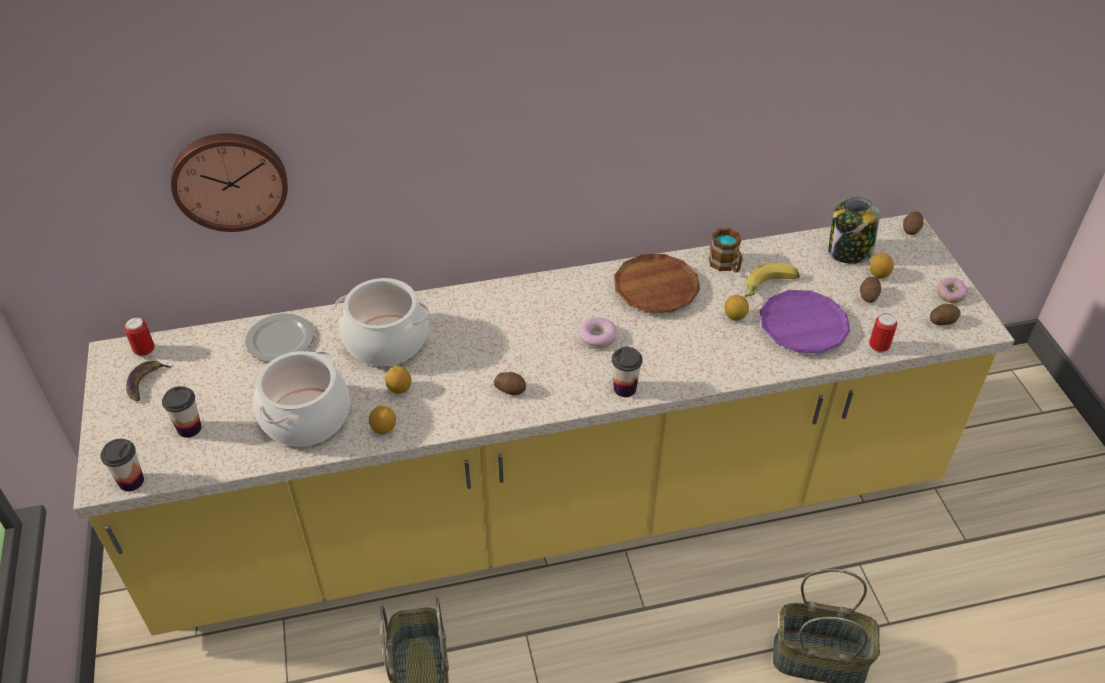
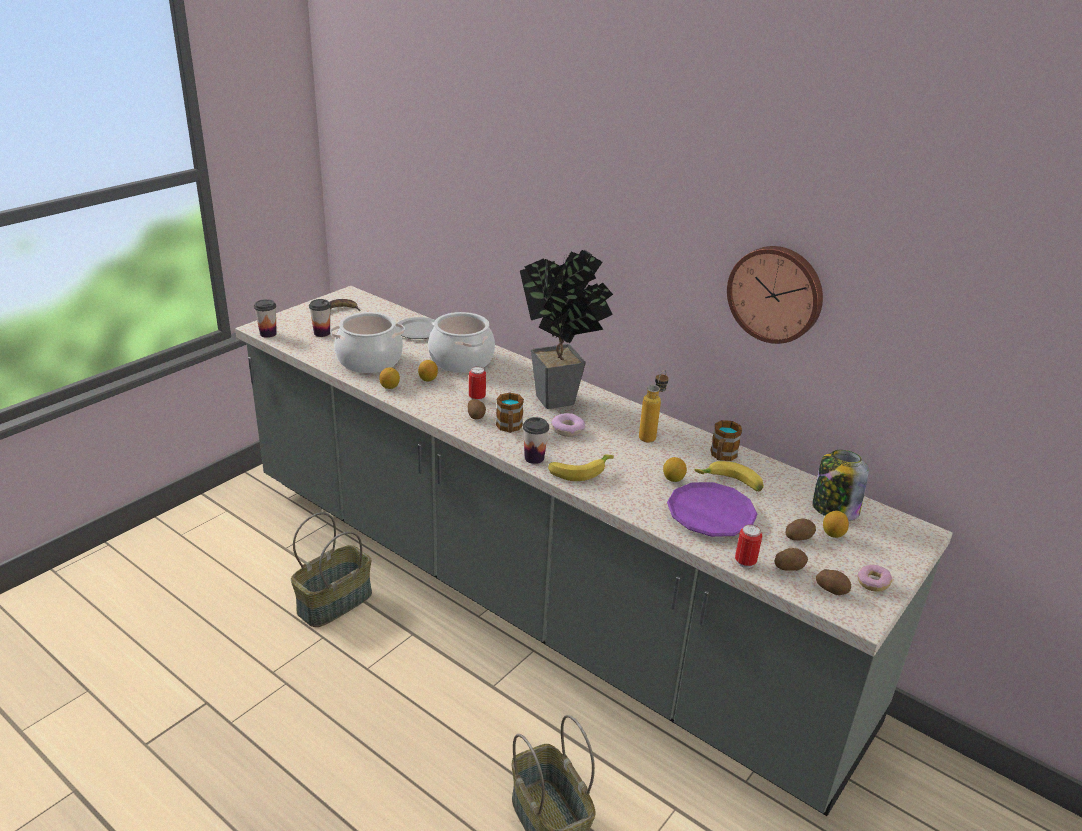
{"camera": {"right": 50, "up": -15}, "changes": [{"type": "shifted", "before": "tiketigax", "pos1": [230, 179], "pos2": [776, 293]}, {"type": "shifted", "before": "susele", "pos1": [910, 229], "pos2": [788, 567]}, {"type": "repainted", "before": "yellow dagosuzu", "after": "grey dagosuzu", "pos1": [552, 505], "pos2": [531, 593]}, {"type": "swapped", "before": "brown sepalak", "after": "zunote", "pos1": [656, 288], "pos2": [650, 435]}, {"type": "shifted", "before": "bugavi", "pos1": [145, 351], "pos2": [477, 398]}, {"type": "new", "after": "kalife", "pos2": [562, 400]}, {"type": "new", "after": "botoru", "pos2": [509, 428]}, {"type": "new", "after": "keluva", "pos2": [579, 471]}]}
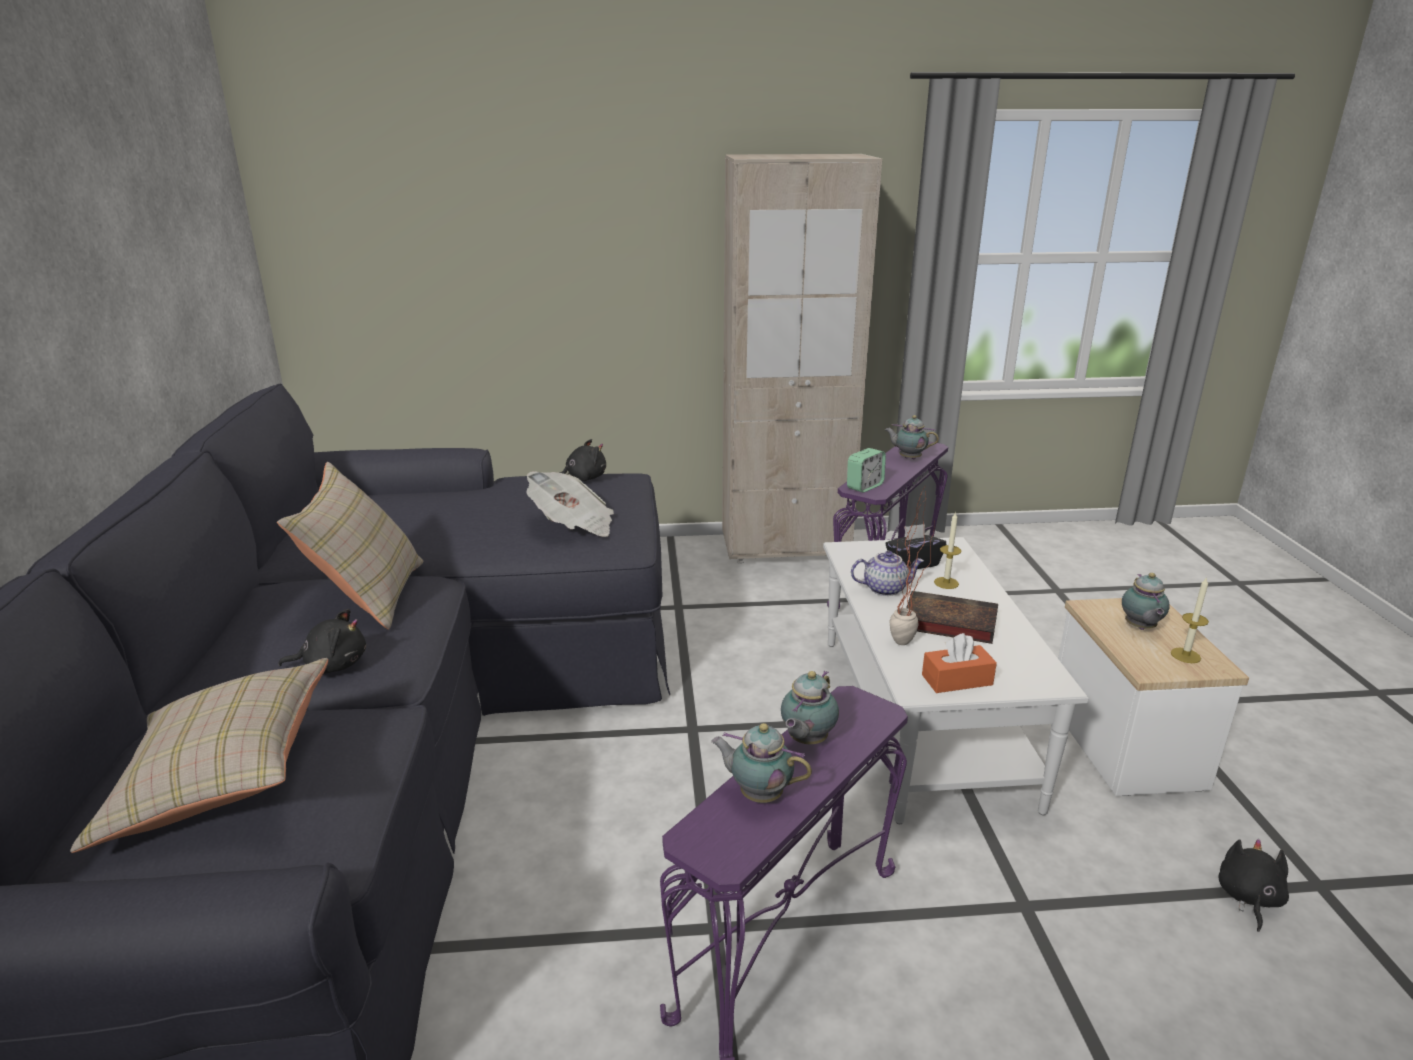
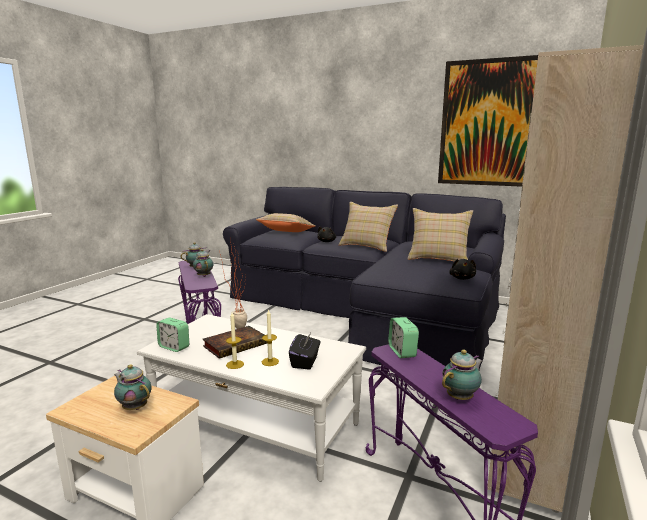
{"camera": {"right": 120, "up": -10}, "changes": [{"type": "gone", "before": "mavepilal", "pos1": [573, 525]}, {"type": "gone", "before": "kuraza", "pos1": [885, 588]}, {"type": "shifted", "before": "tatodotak", "pos1": [1185, 655], "pos2": [235, 364]}, {"type": "gone", "before": "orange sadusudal", "pos1": [957, 680]}, {"type": "gone", "before": "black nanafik", "pos1": [1248, 898]}, {"type": "new", "after": "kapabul", "pos2": [489, 123]}, {"type": "new", "after": "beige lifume", "pos2": [438, 259]}, {"type": "new", "after": "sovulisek", "pos2": [174, 347]}]}
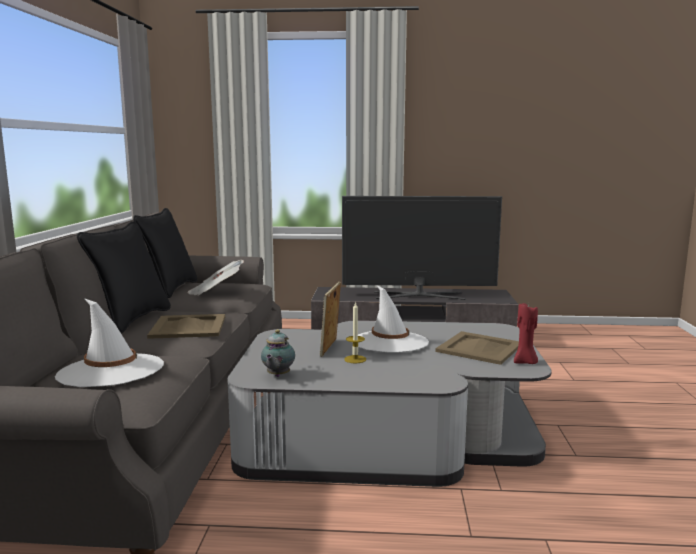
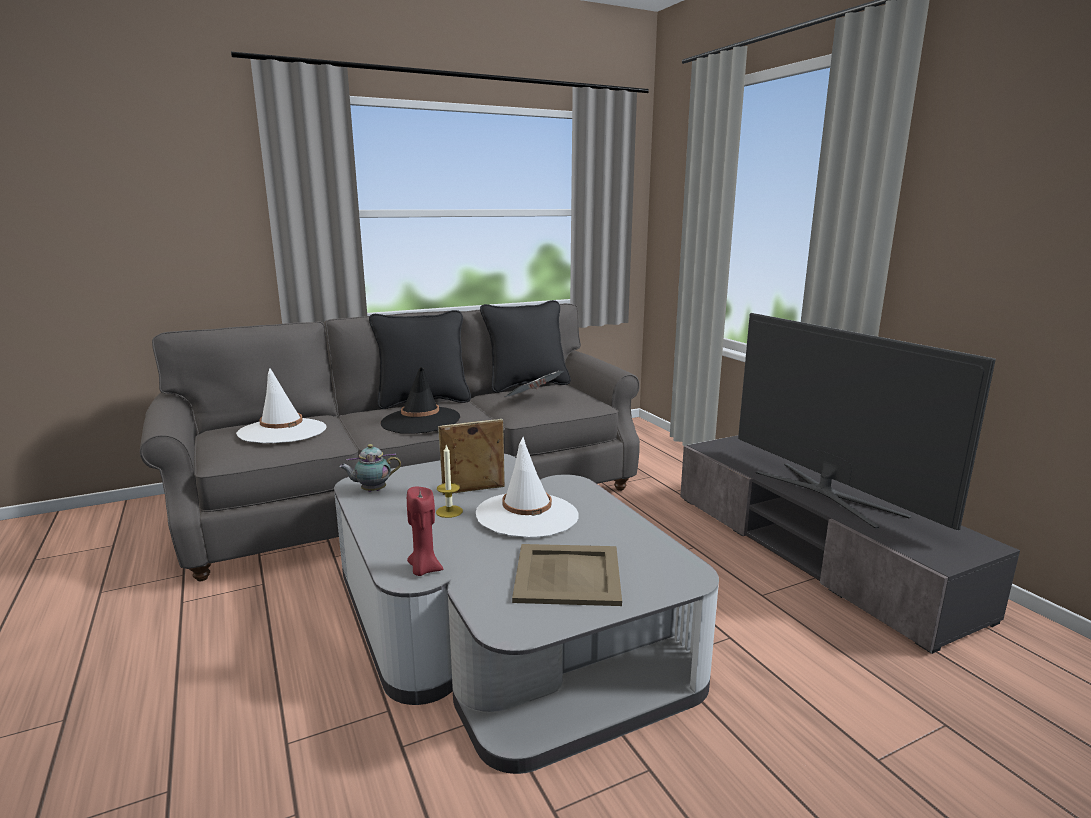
{"camera": {"right": 60, "up": 5}, "changes": [{"type": "shifted", "before": "red tatodotak", "pos1": [525, 362], "pos2": [424, 569]}, {"type": "swapped", "before": "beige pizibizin", "after": "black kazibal", "pos1": [188, 327], "pos2": [420, 421]}]}
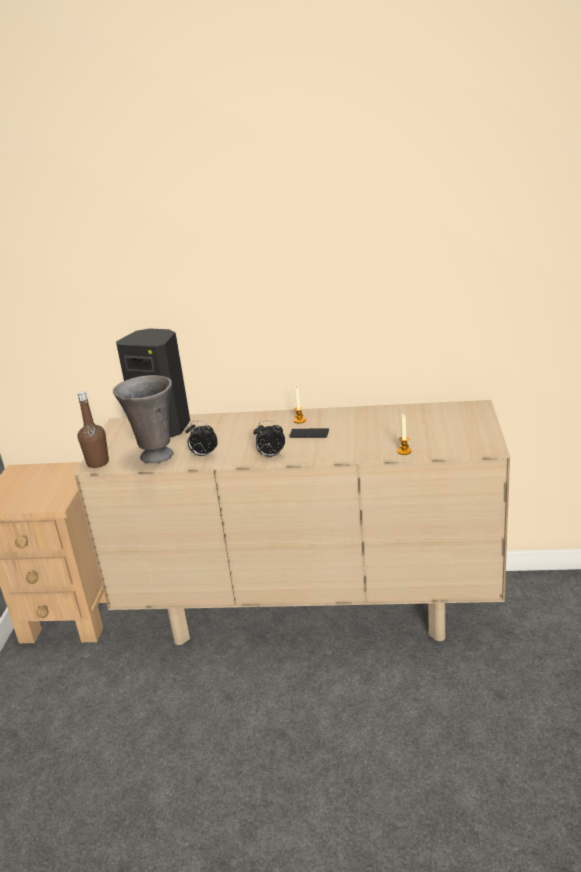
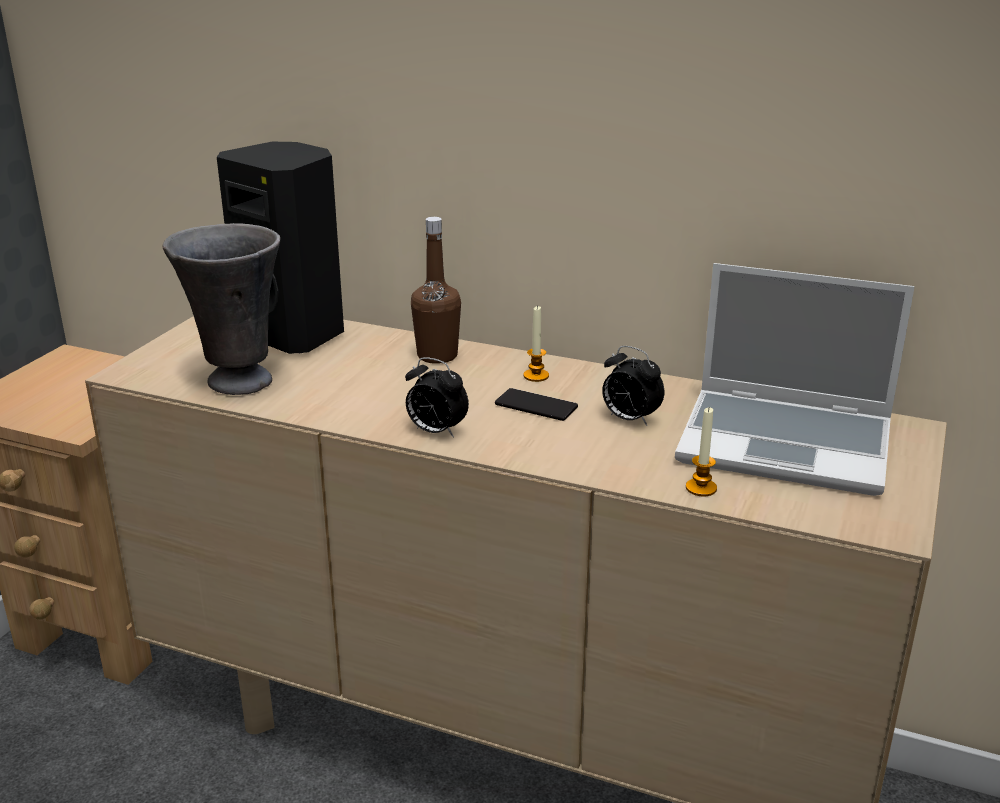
{"camera": {"right": 15, "up": 0}, "changes": [{"type": "shifted", "before": "brown zunote", "pos1": [98, 463], "pos2": [437, 356]}, {"type": "shifted", "before": "sovulisek", "pos1": [203, 455], "pos2": [629, 419]}, {"type": "new", "after": "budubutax", "pos2": [788, 444]}]}
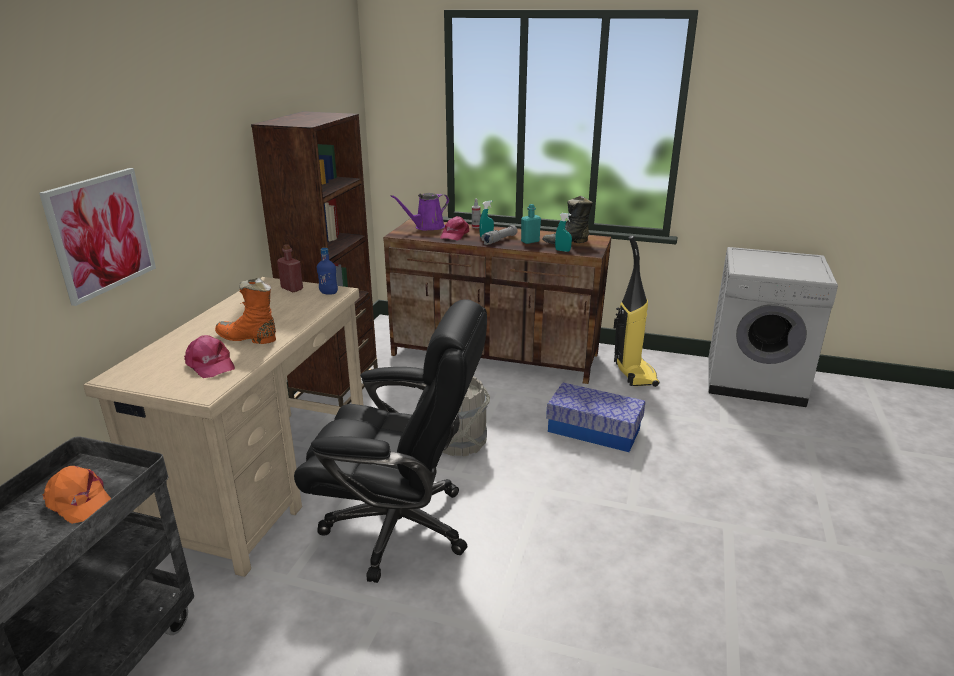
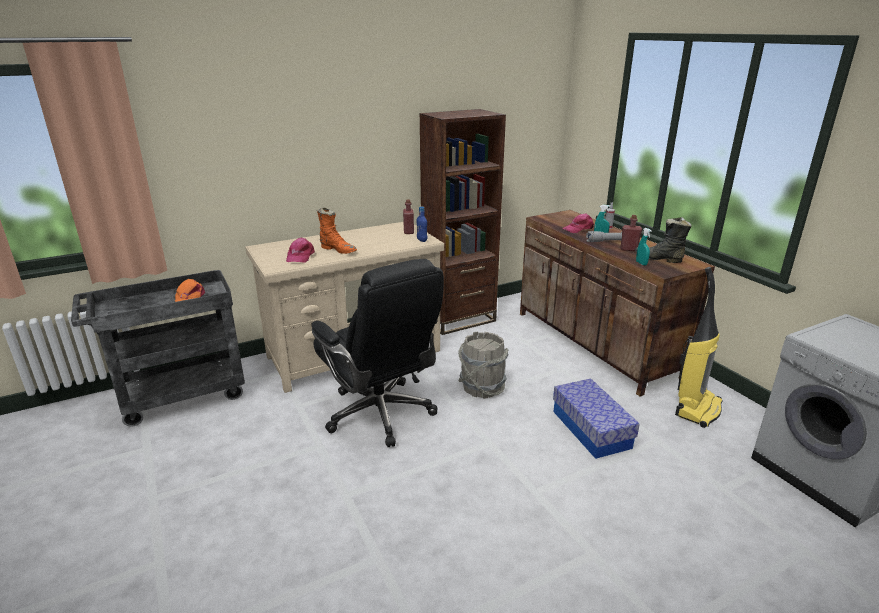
{"camera": {"right": 45, "up": 0}, "changes": [{"type": "gone", "before": "kapabul", "pos1": [101, 234]}, {"type": "gone", "before": "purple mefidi", "pos1": [427, 227]}, {"type": "repainted", "before": "turquoise zunote", "after": "red zunote", "pos1": [530, 241], "pos2": [629, 249]}, {"type": "rotated", "before": "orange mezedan", "pos1": [247, 338], "pos2": [338, 250], "turn": 150}]}
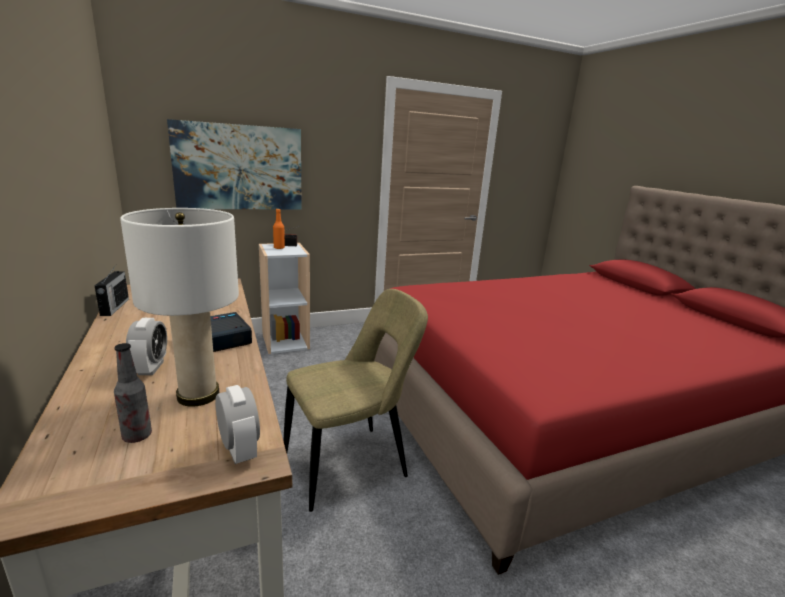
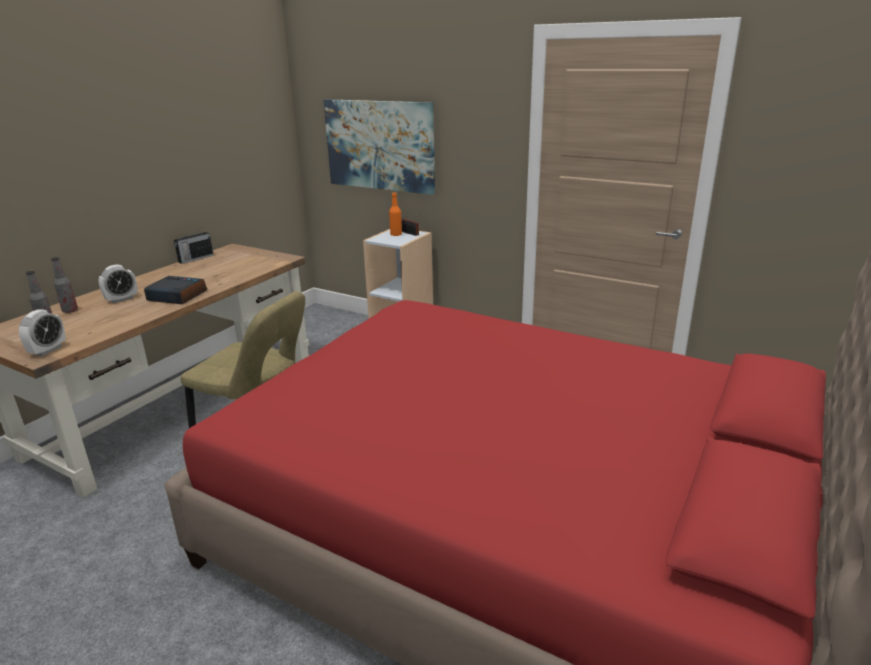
{"camera": {"right": 55, "up": 5}, "changes": [{"type": "gone", "before": "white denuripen", "pos1": [197, 395]}, {"type": "new", "after": "zunote", "pos2": [70, 311]}]}
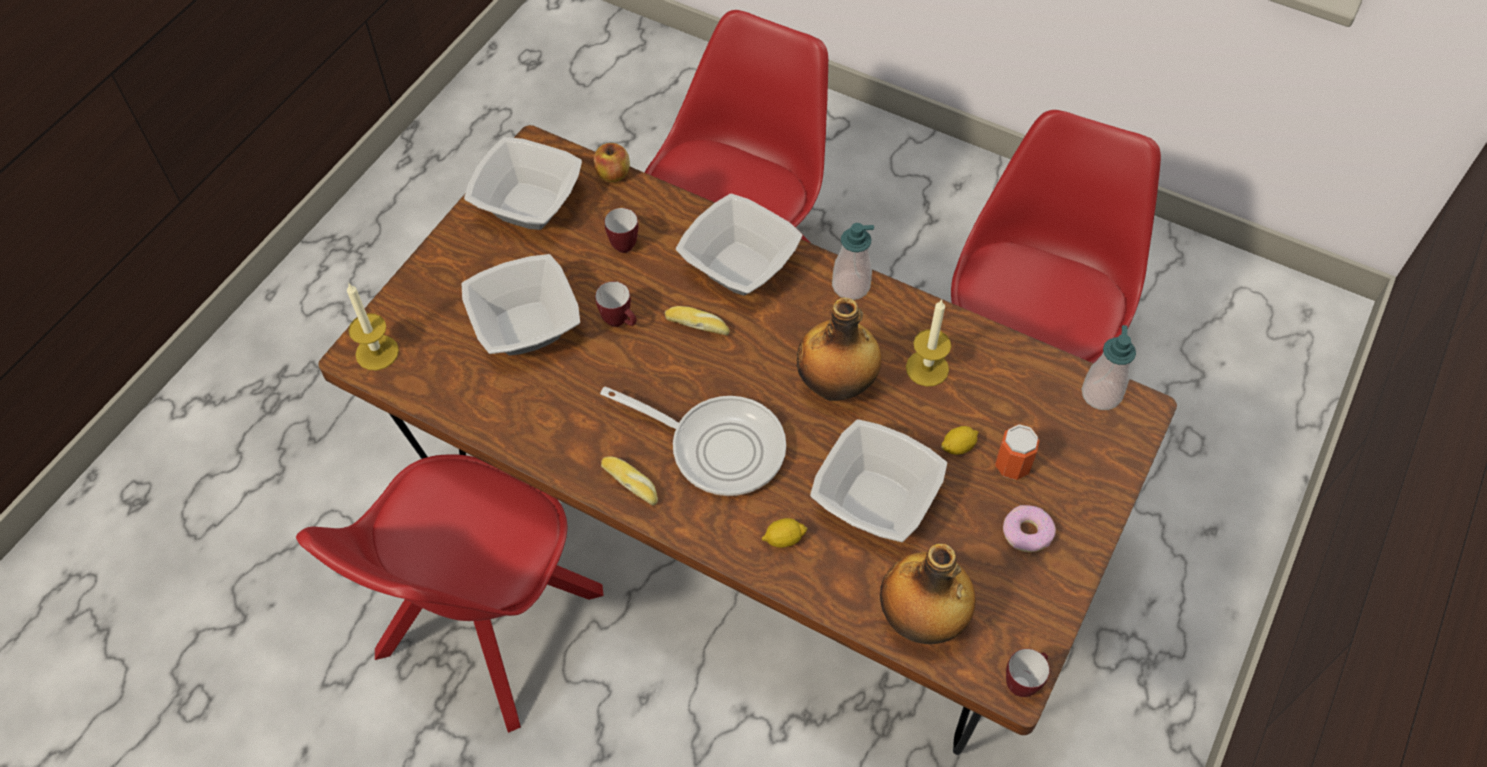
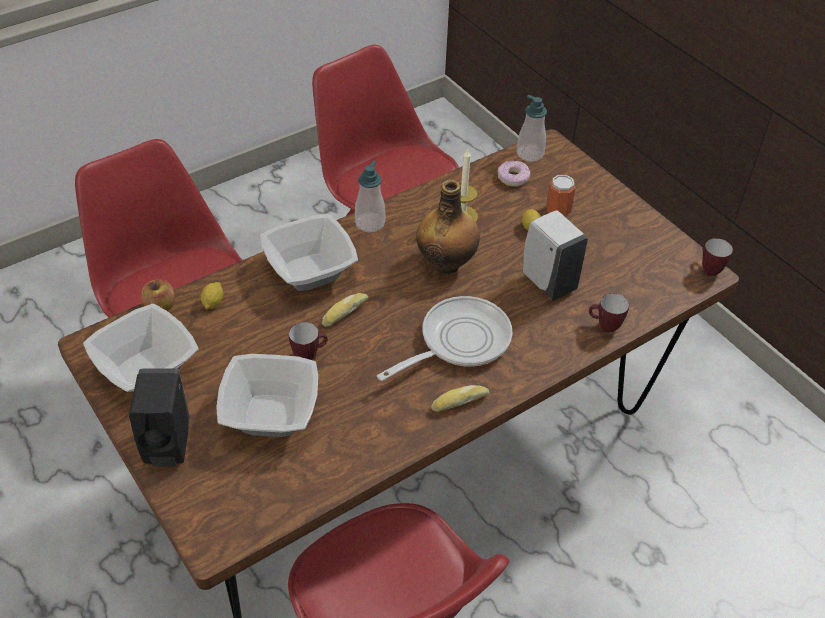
{"camera": {"right": -65, "up": -10}, "changes": [{"type": "shifted", "before": "botoru", "pos1": [623, 242], "pos2": [604, 326]}, {"type": "gone", "before": "tatodotak", "pos1": [377, 352]}, {"type": "swapped", "before": "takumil", "after": "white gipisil", "pos1": [873, 500], "pos2": [547, 281]}, {"type": "shifted", "before": "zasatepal", "pos1": [1026, 532], "pos2": [513, 178]}, {"type": "shifted", "before": "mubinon", "pos1": [784, 539], "pos2": [213, 302]}, {"type": "gone", "before": "zunote", "pos1": [921, 619]}, {"type": "new", "after": "black gipisil", "pos2": [167, 447]}]}
